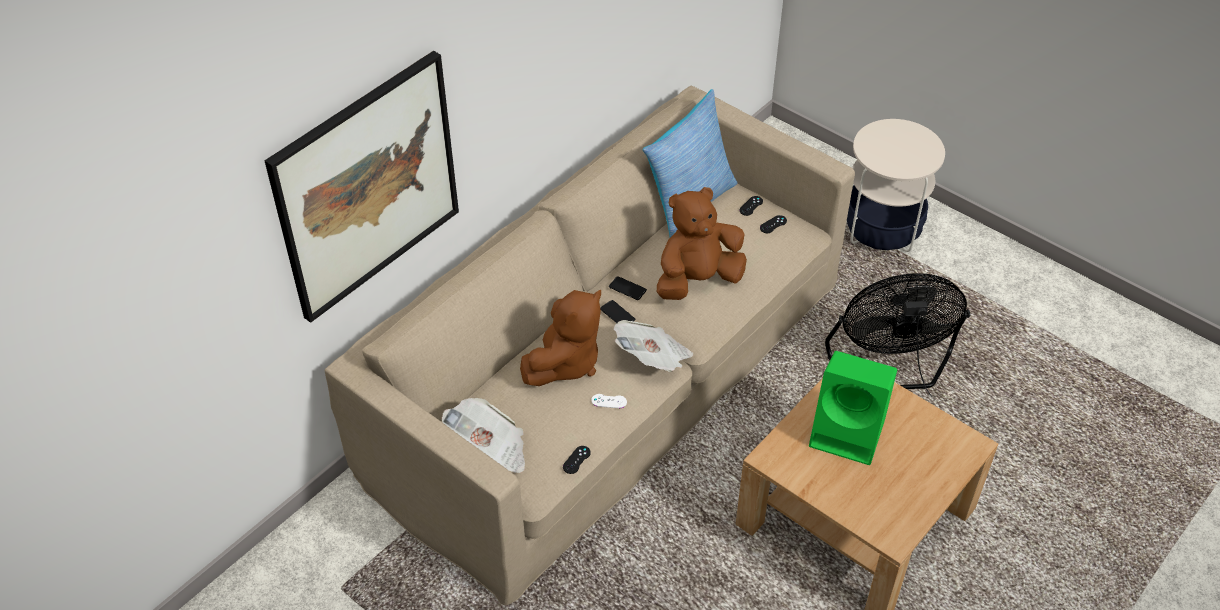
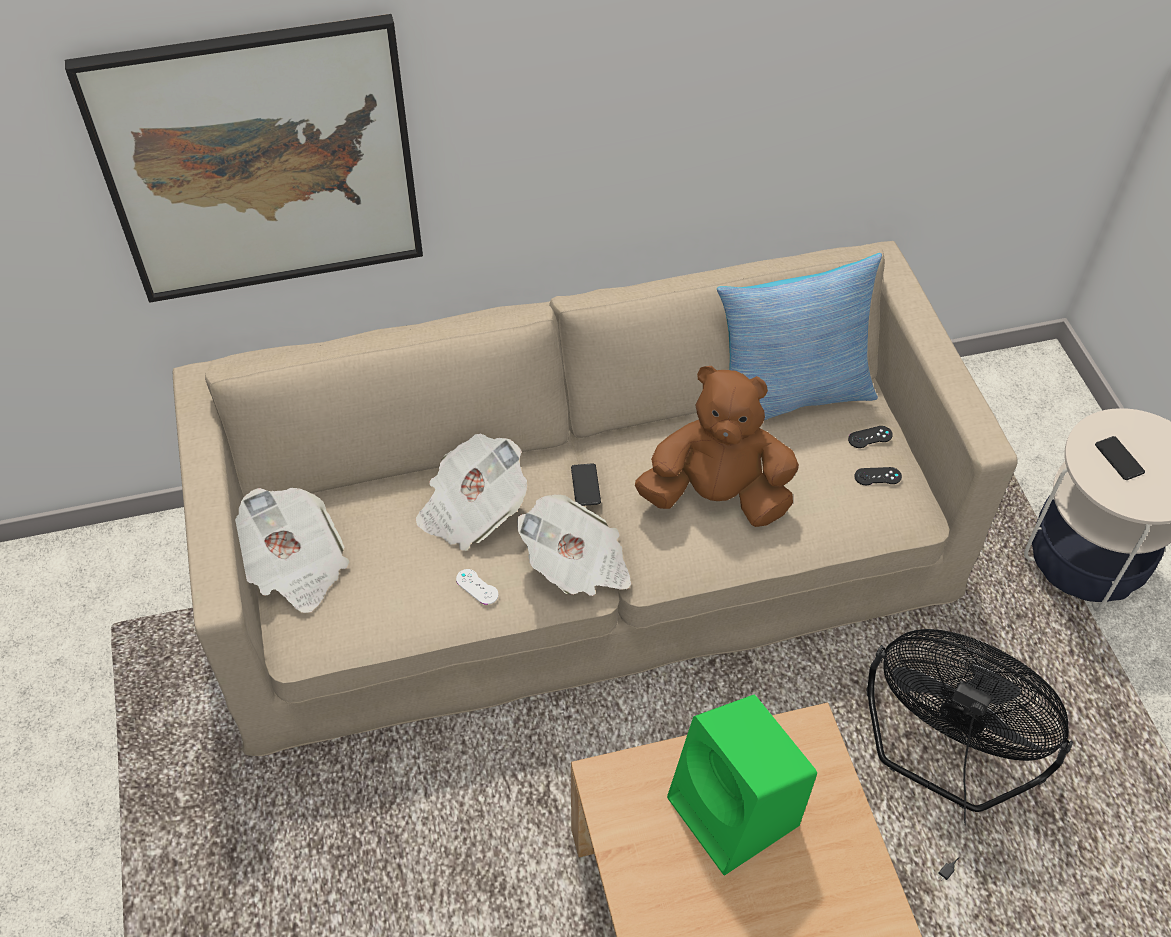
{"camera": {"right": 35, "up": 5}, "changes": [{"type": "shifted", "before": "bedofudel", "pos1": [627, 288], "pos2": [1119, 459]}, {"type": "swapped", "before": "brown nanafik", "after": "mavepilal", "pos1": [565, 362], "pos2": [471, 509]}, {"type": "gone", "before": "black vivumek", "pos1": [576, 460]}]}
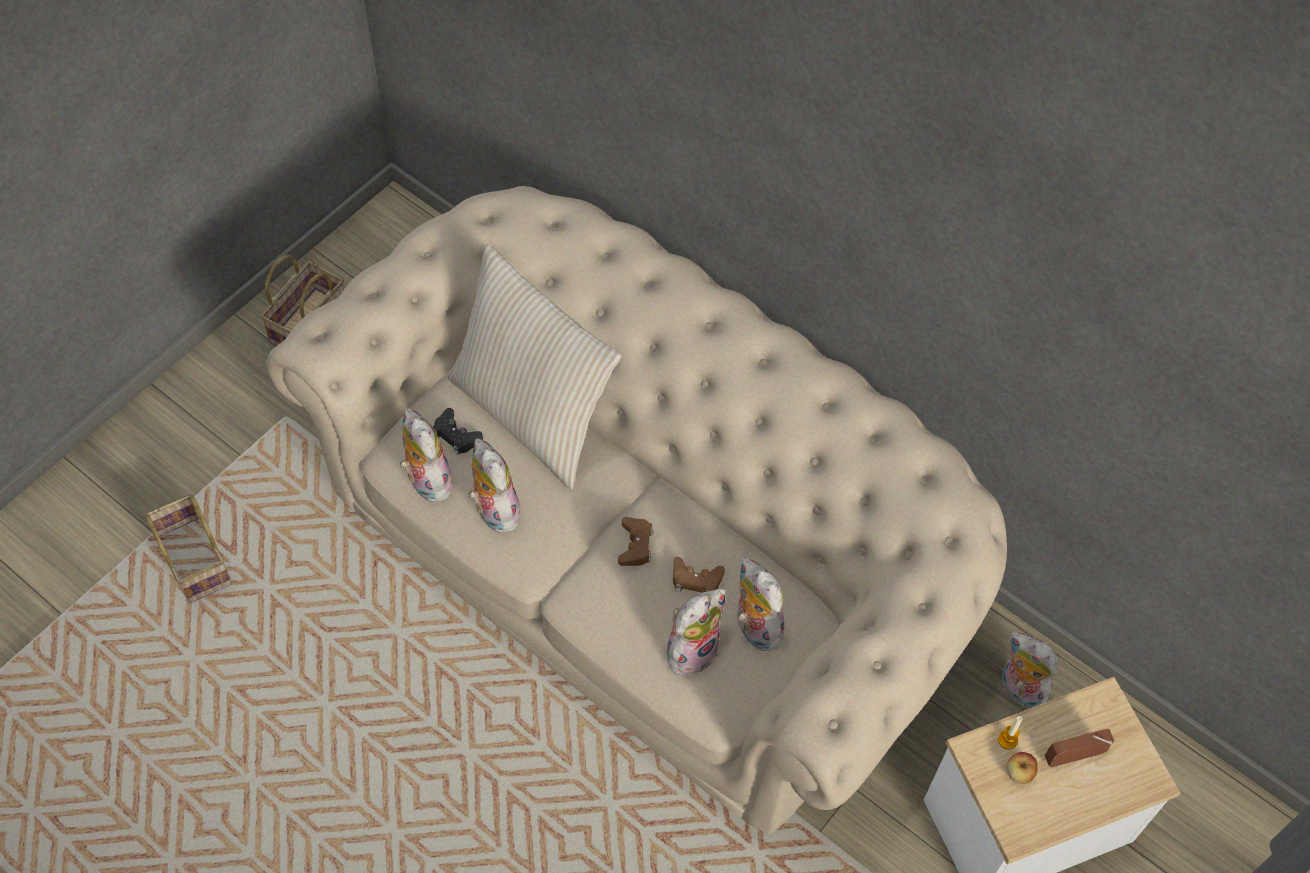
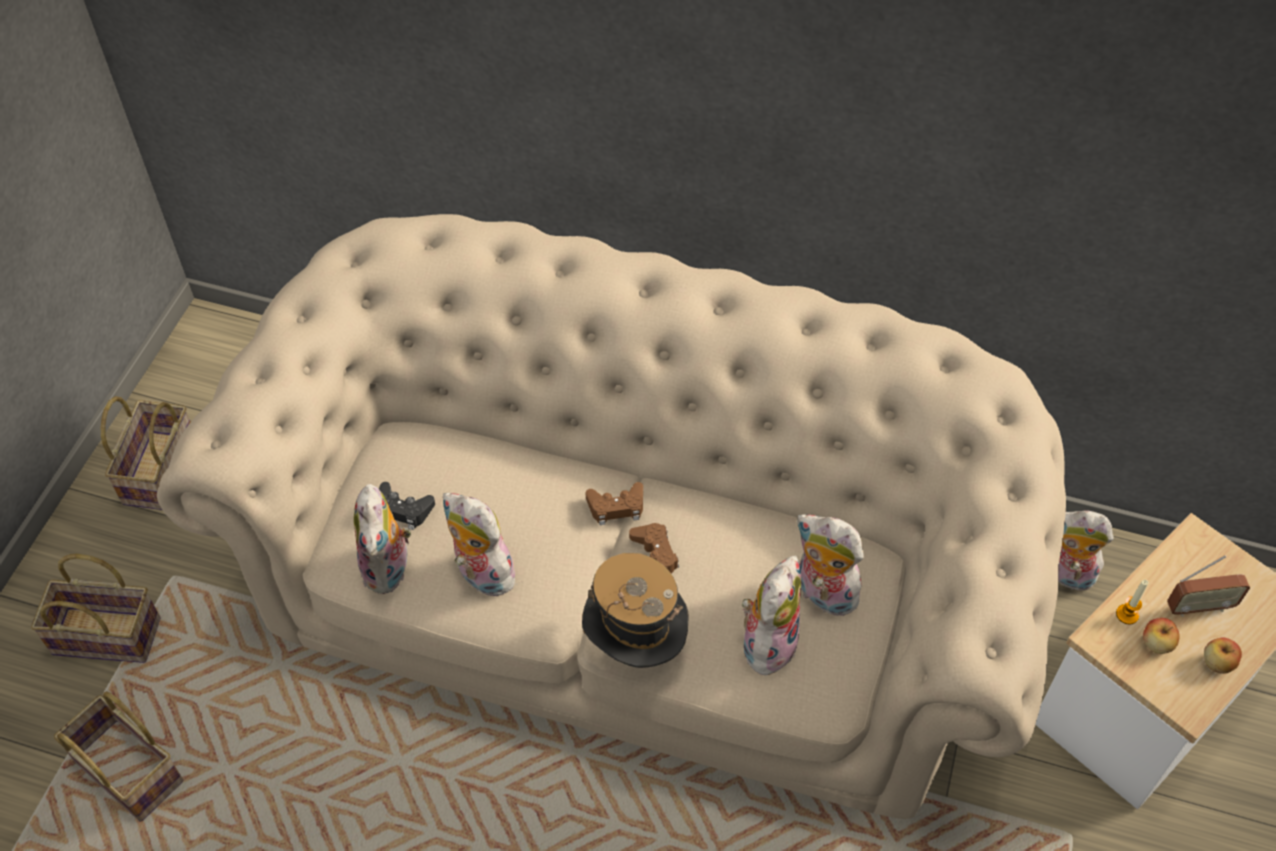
{"camera": {"right": -20, "up": -5}, "changes": [{"type": "gone", "before": "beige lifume", "pos1": [532, 414]}, {"type": "rotated", "before": "nanafik", "pos1": [426, 480], "pos2": [389, 569], "turn": -135}, {"type": "shifted", "before": "brown vivumek", "pos1": [696, 580], "pos2": [616, 507]}, {"type": "rotated", "before": "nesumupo", "pos1": [1073, 757], "pos2": [1199, 607], "turn": -150}, {"type": "new", "after": "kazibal", "pos2": [635, 646]}, {"type": "new", "after": "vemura", "pos2": [110, 634]}, {"type": "new", "after": "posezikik", "pos2": [1217, 663]}]}
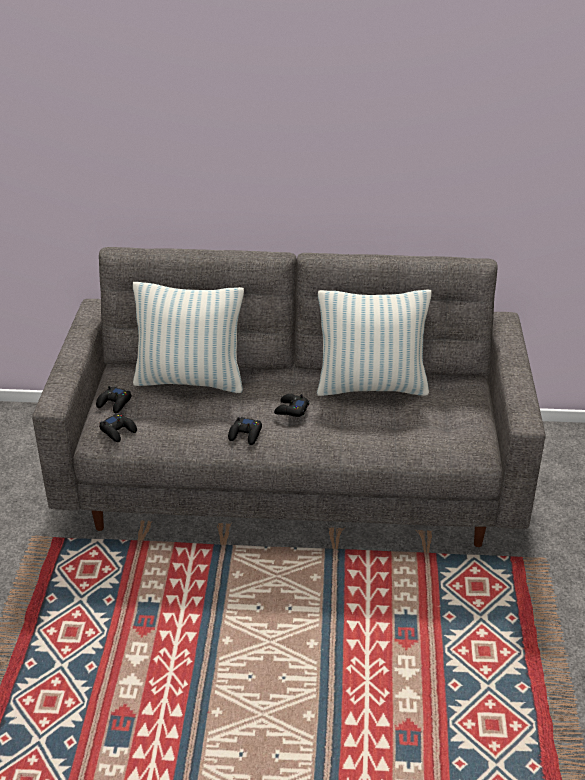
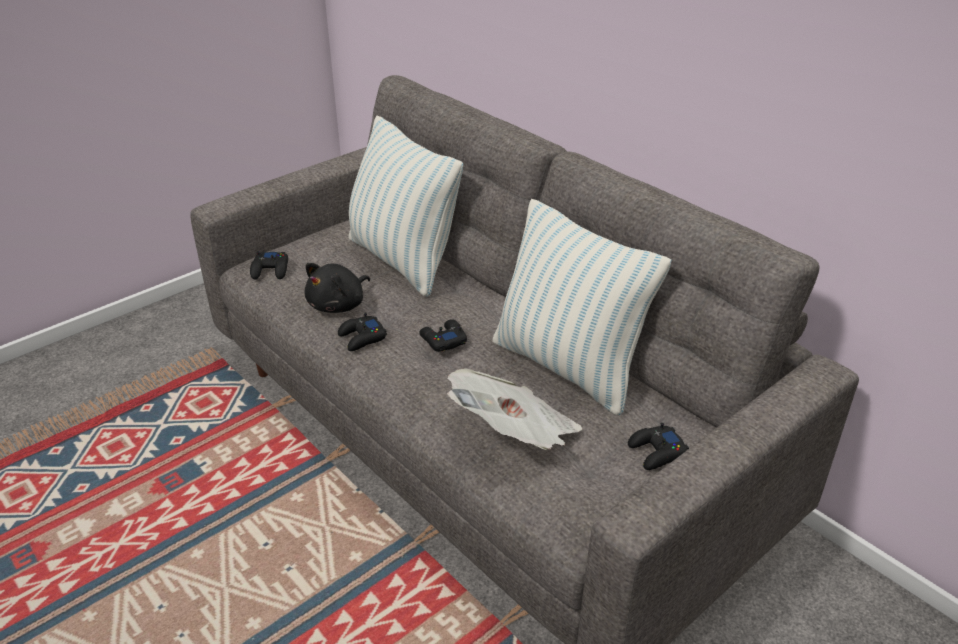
{"camera": {"right": 45, "up": 0}, "changes": [{"type": "shifted", "before": "black vivumek", "pos1": [114, 403], "pos2": [657, 452]}, {"type": "new", "after": "black nanafik", "pos2": [339, 305]}, {"type": "new", "after": "mavepilal", "pos2": [515, 435]}]}
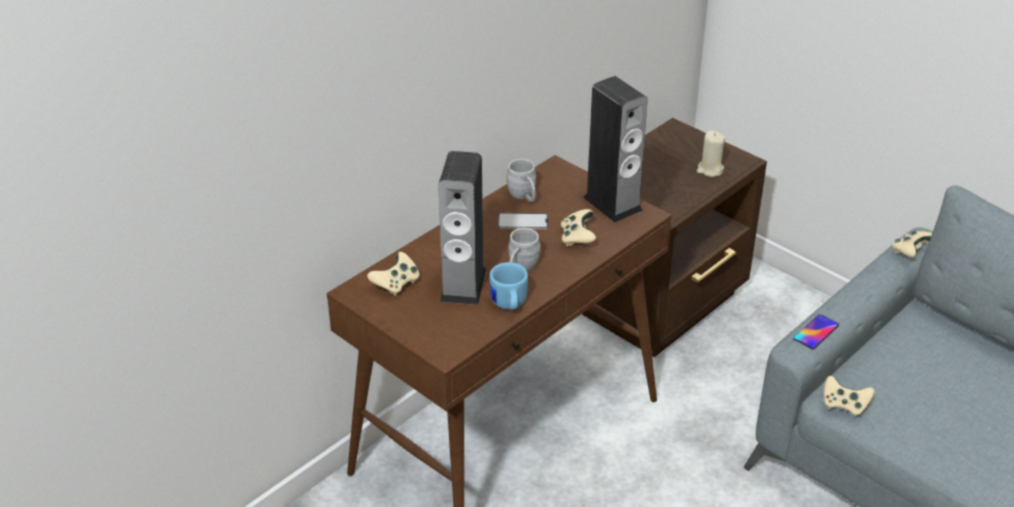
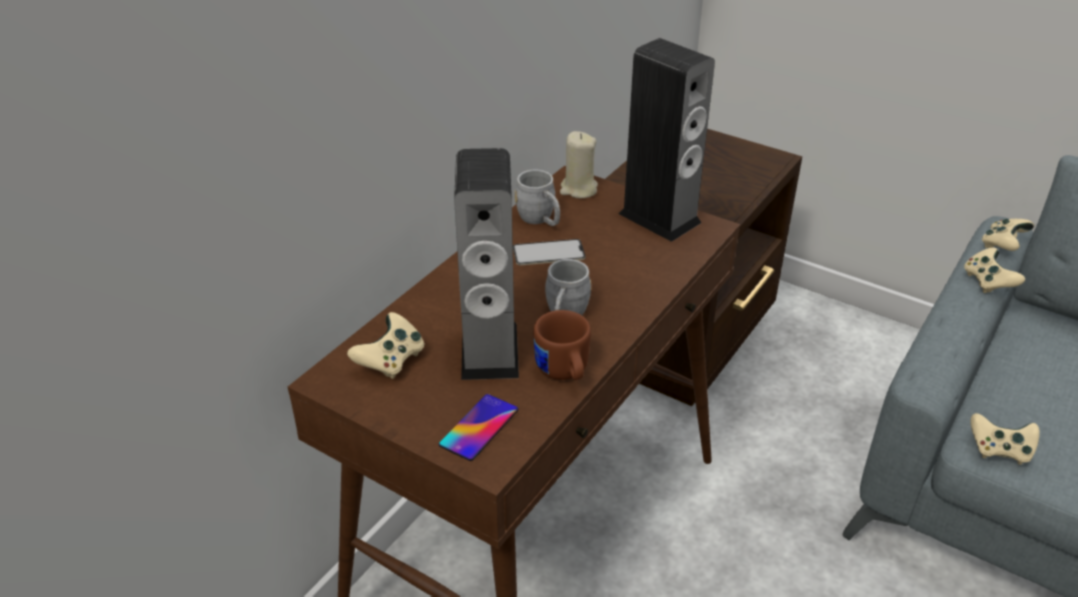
{"camera": {"right": -10, "up": 0}, "changes": [{"type": "shifted", "before": "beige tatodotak", "pos1": [710, 170], "pos2": [578, 189]}, {"type": "shifted", "before": "beige vivumek", "pos1": [577, 238], "pos2": [987, 282]}, {"type": "repainted", "before": "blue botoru", "after": "brown botoru", "pos1": [509, 305], "pos2": [563, 373]}, {"type": "shifted", "before": "bedofudel", "pos1": [816, 332], "pos2": [479, 427]}]}
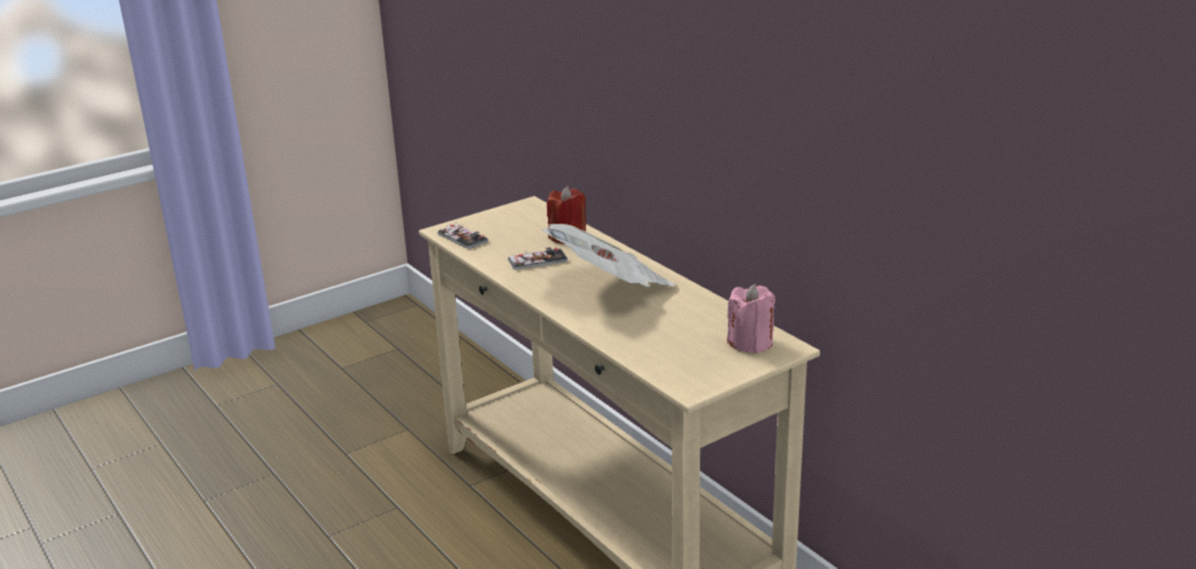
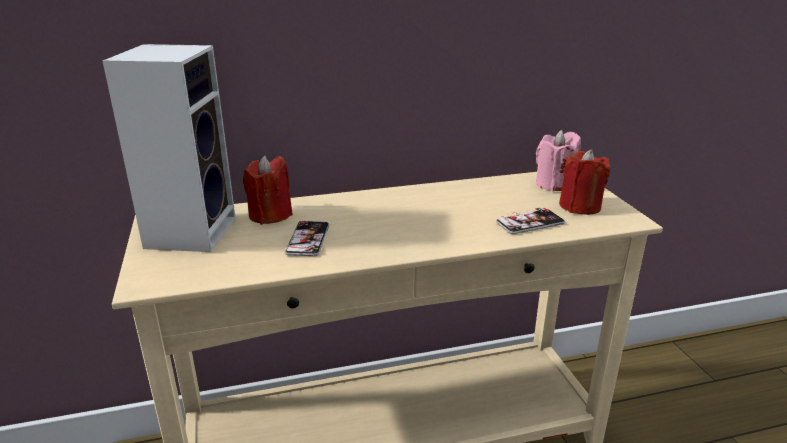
{"camera": {"right": -70, "up": 0}, "changes": [{"type": "shifted", "before": "bedofudel", "pos1": [462, 238], "pos2": [530, 223]}, {"type": "gone", "before": "mavepilal", "pos1": [610, 287]}, {"type": "new", "after": "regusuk", "pos2": [191, 231]}, {"type": "new", "after": "red tatodotak", "pos2": [580, 206]}]}
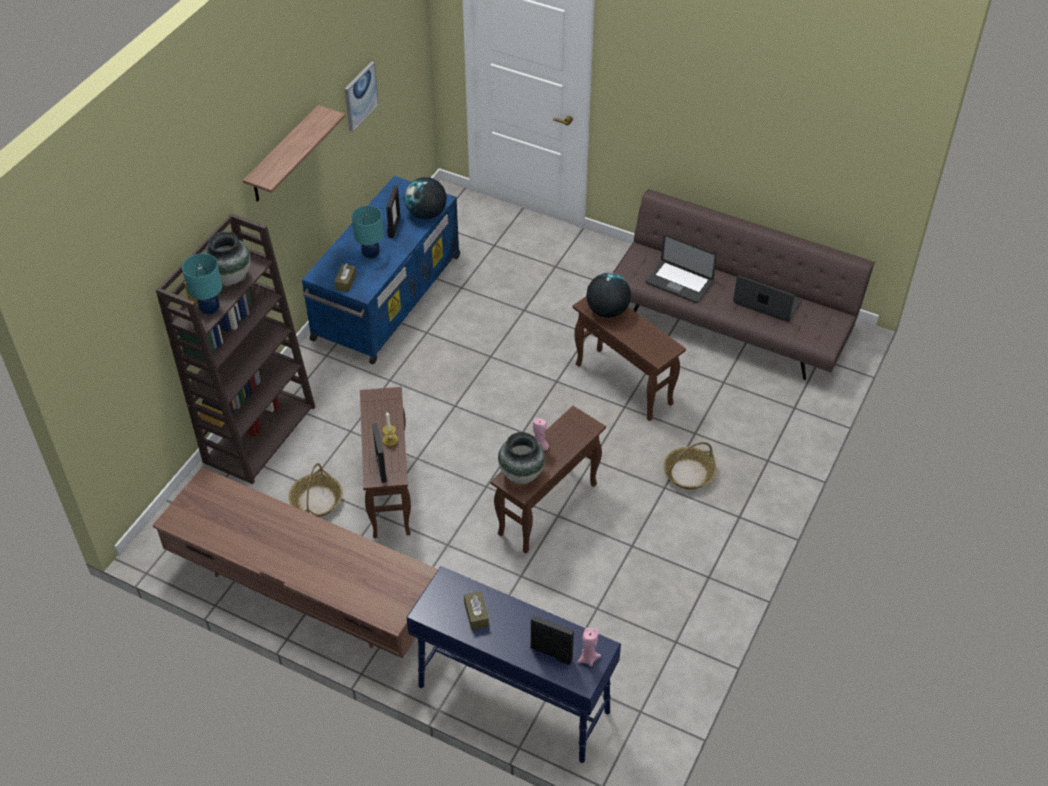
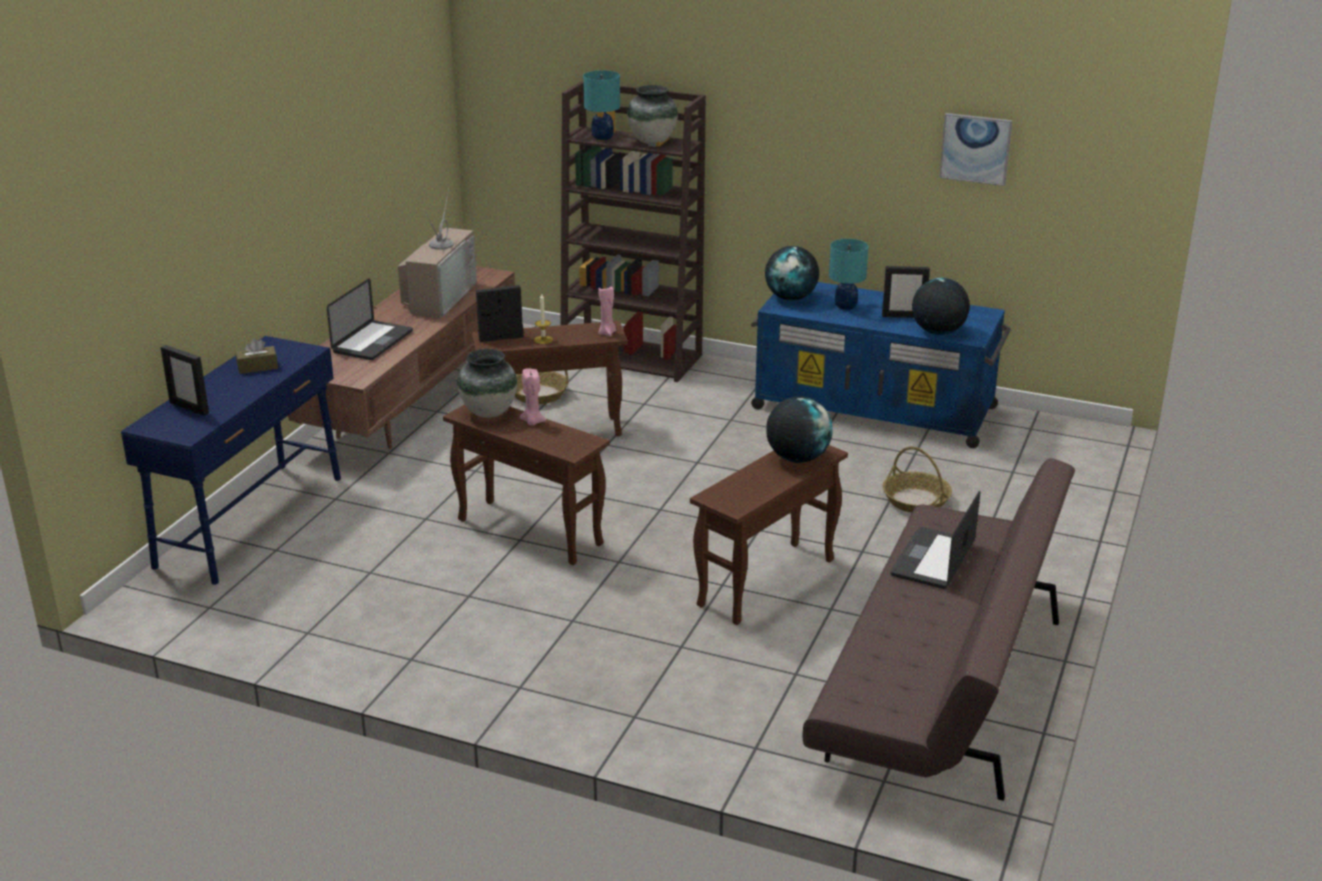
{"camera": {"right": 85, "up": -20}, "changes": [{"type": "gone", "before": "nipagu", "pos1": [283, 156]}, {"type": "swapped", "before": "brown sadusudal", "after": "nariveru", "pos1": [346, 282], "pos2": [791, 298]}, {"type": "shifted", "before": "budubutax", "pos1": [767, 302], "pos2": [372, 342]}, {"type": "shifted", "before": "vemura", "pos1": [688, 474], "pos2": [915, 500]}, {"type": "rotated", "before": "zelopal", "pos1": [551, 654], "pos2": [190, 407], "turn": 105}, {"type": "shifted", "before": "pink tatodotak", "pos1": [588, 658], "pos2": [607, 333]}, {"type": "new", "after": "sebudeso", "pos2": [438, 297]}]}
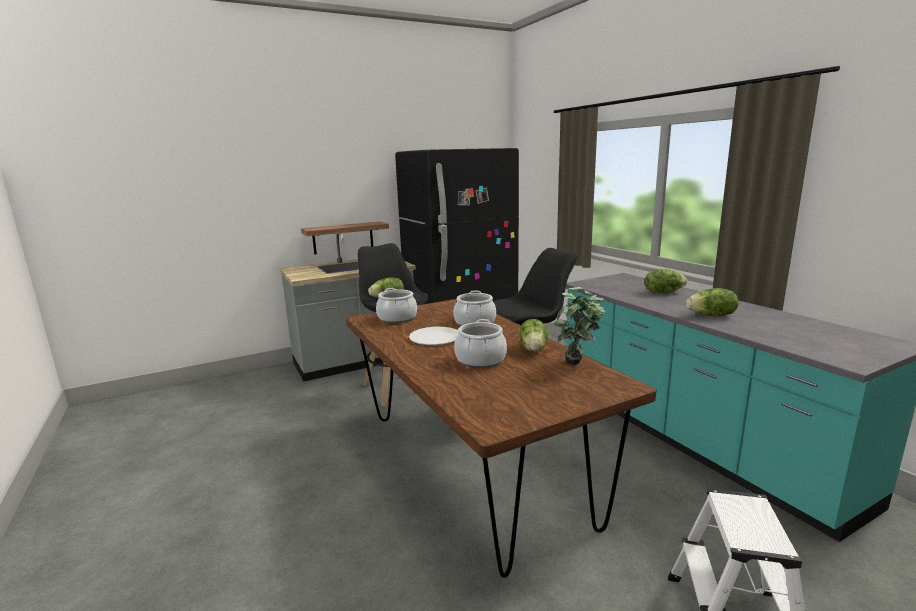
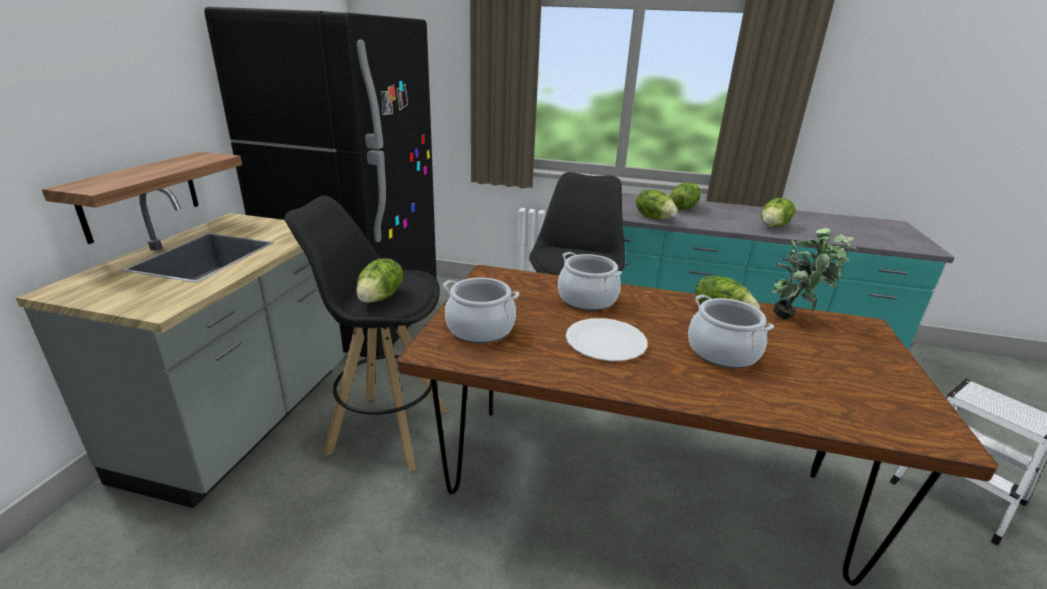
{"camera": {"right": -50, "up": 10}, "changes": [{"type": "new", "after": "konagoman", "pos2": [654, 218]}]}
